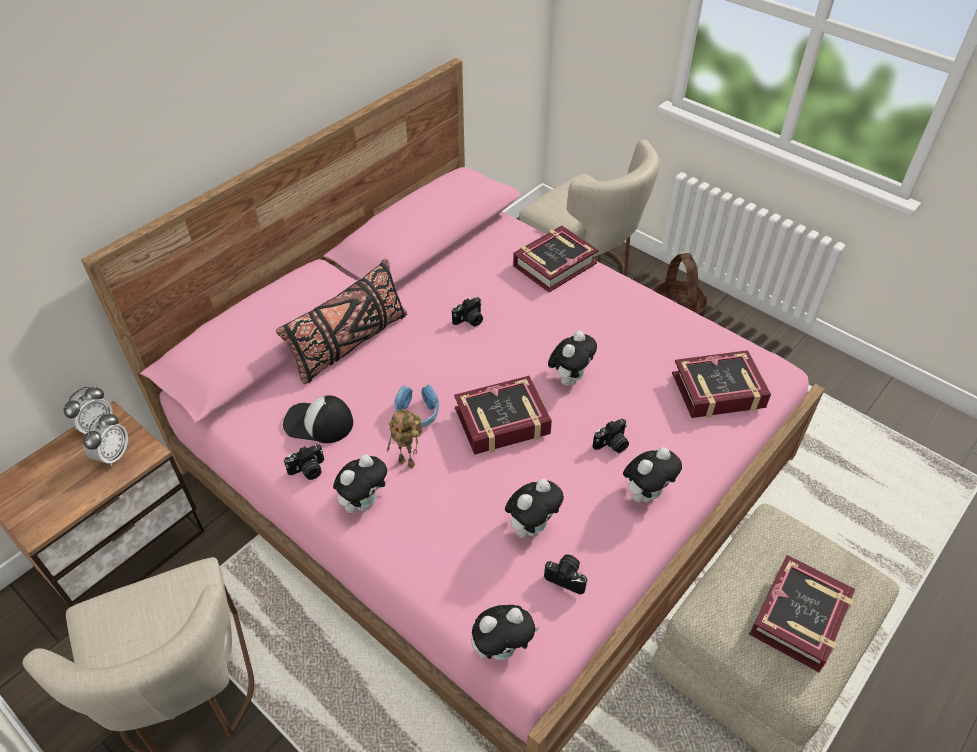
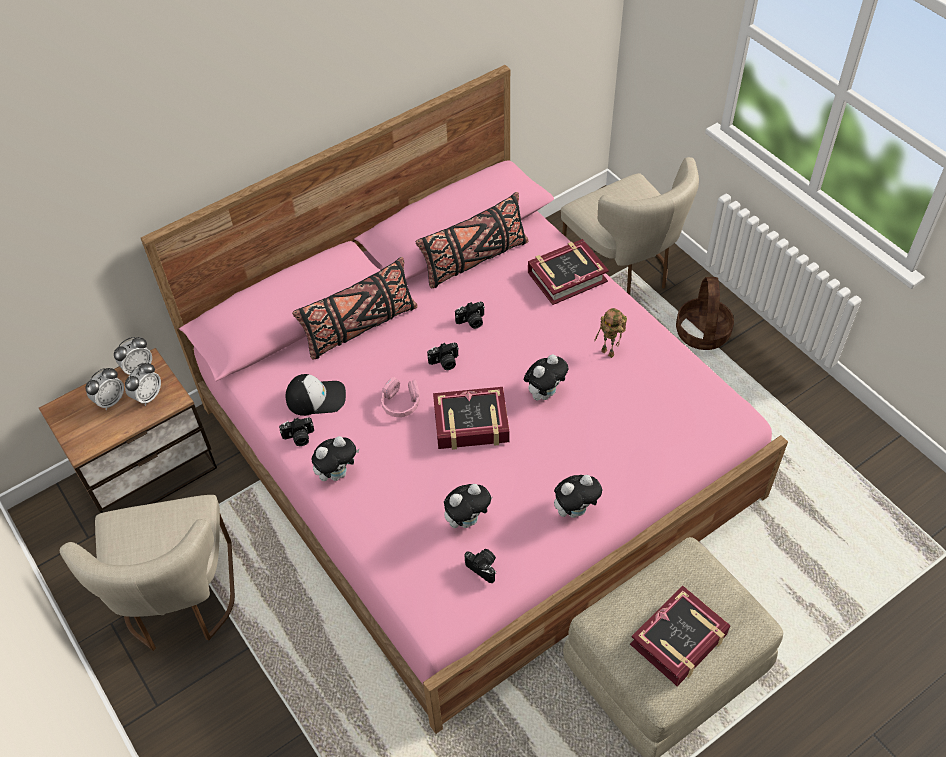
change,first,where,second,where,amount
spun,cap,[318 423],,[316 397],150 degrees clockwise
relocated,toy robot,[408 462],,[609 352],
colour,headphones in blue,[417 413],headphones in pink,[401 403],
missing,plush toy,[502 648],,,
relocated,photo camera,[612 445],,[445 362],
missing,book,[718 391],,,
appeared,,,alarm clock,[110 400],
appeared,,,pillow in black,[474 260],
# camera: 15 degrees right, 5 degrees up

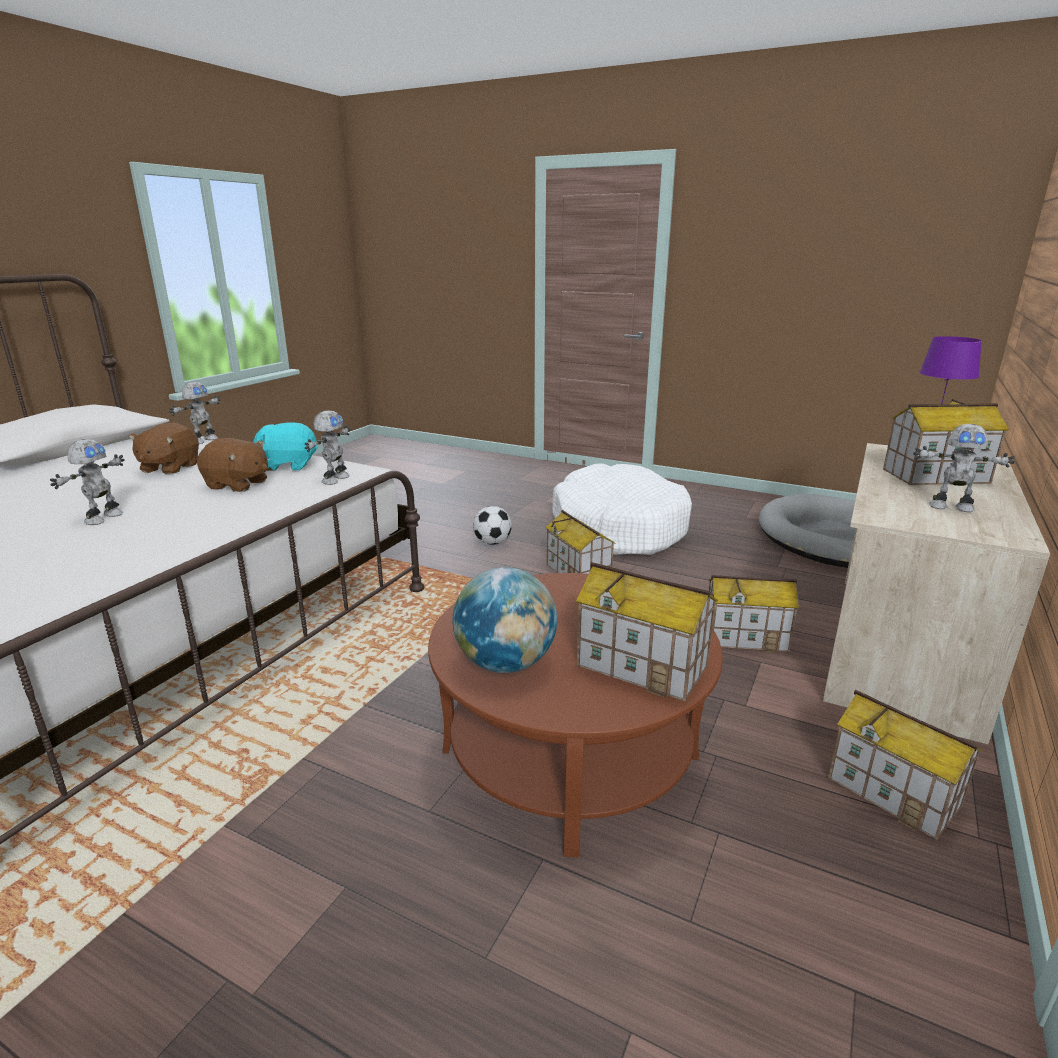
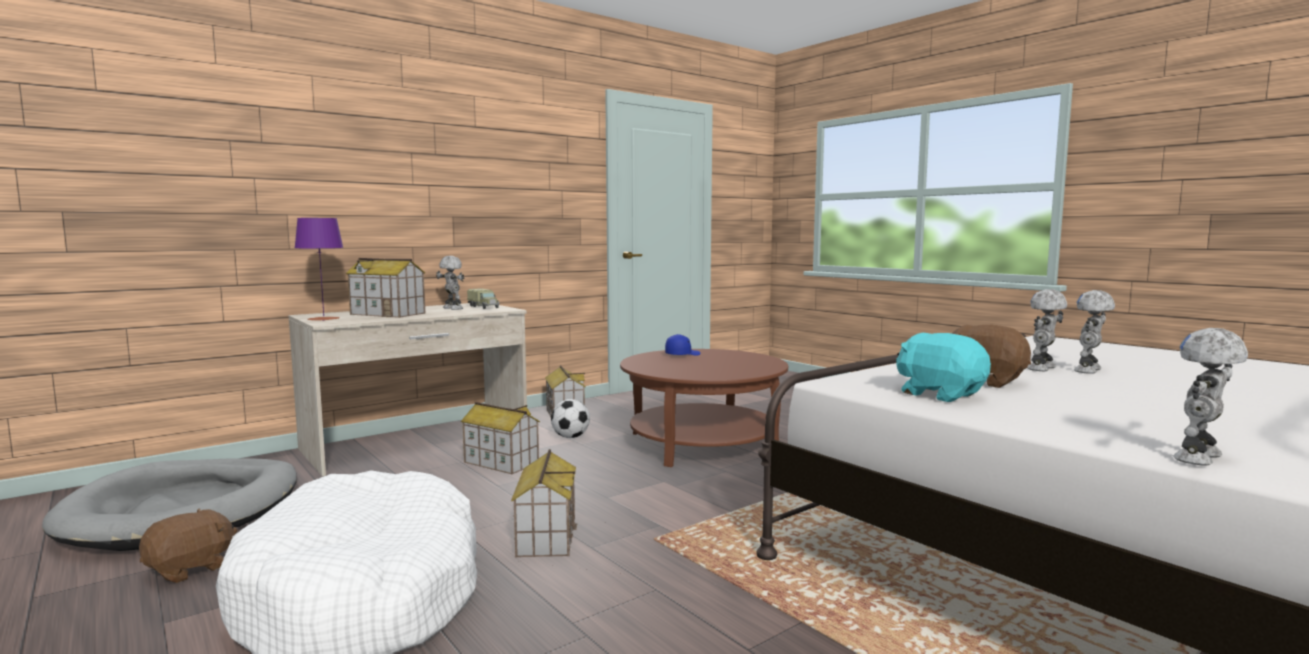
change,first,where,second,where,amount
relocated,plush toy in brown,[169 468],,[190 569],
spun,plush toy in turquoise,[288 465],,[940 394],150 degrees counterclockwise
relocated,toy robot,[334 479],,[1043 368],
missing,globe,[505 664],,,
relocated,football,[492 542],,[570 437],
exchanged,toy house,[643 666],cap in blue,[682 354],
appeared,,,toy truck,[484 307],
# camera: 155 degrees left, 15 degrees down

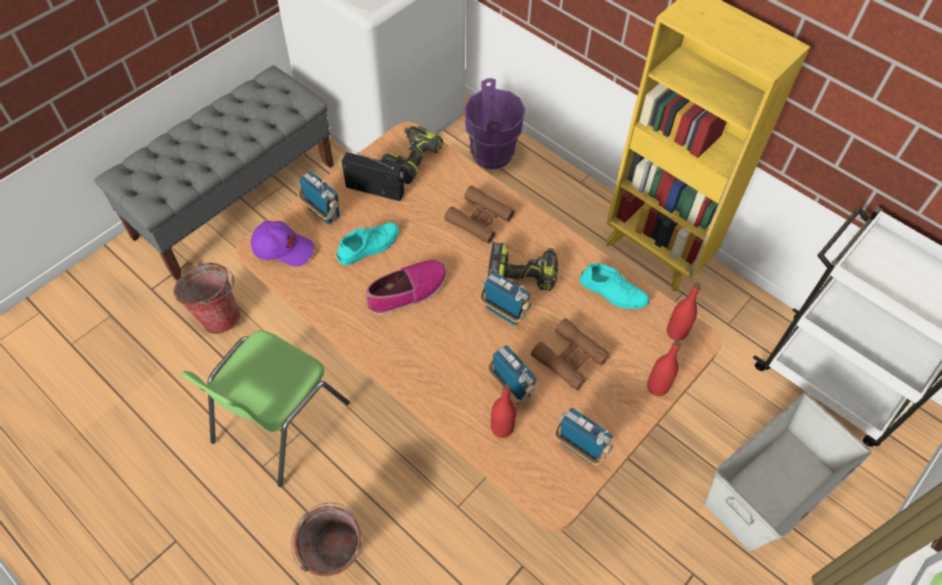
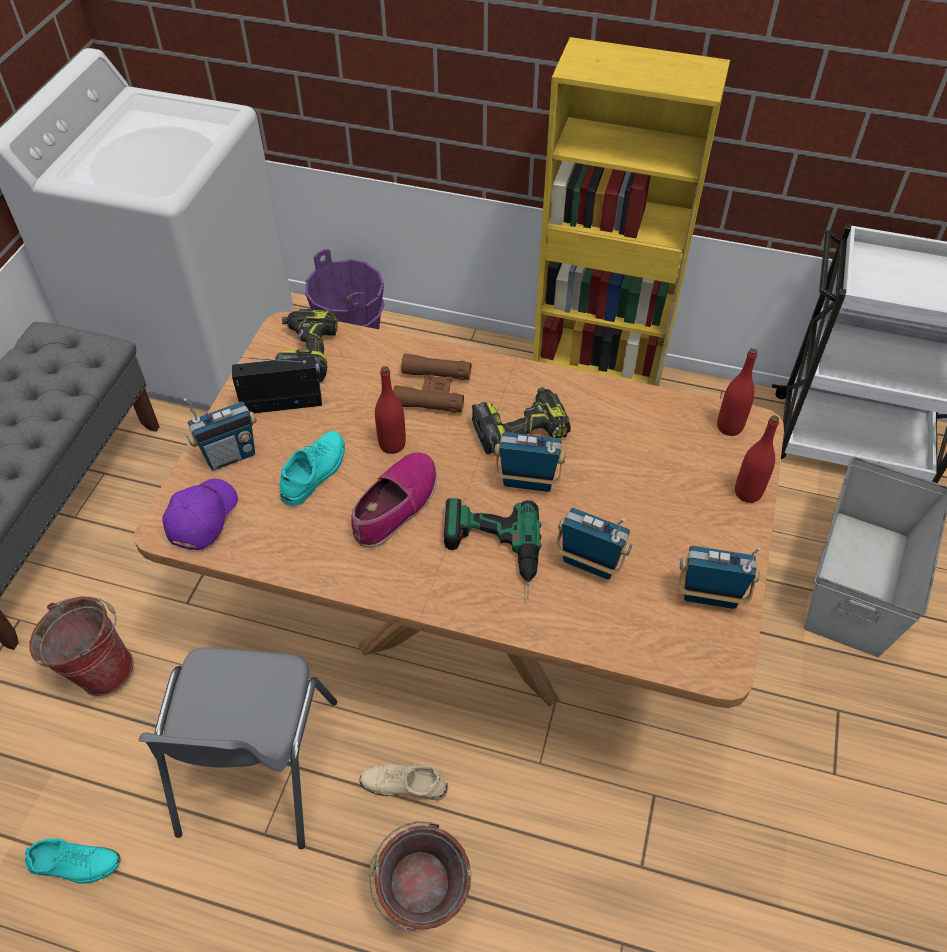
change,first,where,second,where,amount
colour,chair in green,[278 423],chair in grey,[255 769],
spun,cap in purple,[283 248],,[202 518],60 degrees counterclockwise
spun,radio,[323 213],,[230 455],135 degrees clockwise
relocated,bottle in red,[502 428],,[392 444],
missing,binoculars in brown,[569 358],,,
relocated,shoe in turquoise,[613 292],,[74 864],
appeared,,,shoe in beige,[404 784],
appeared,,,power drill,[492 555],
# camera: 25 degrees left, 5 degrees down

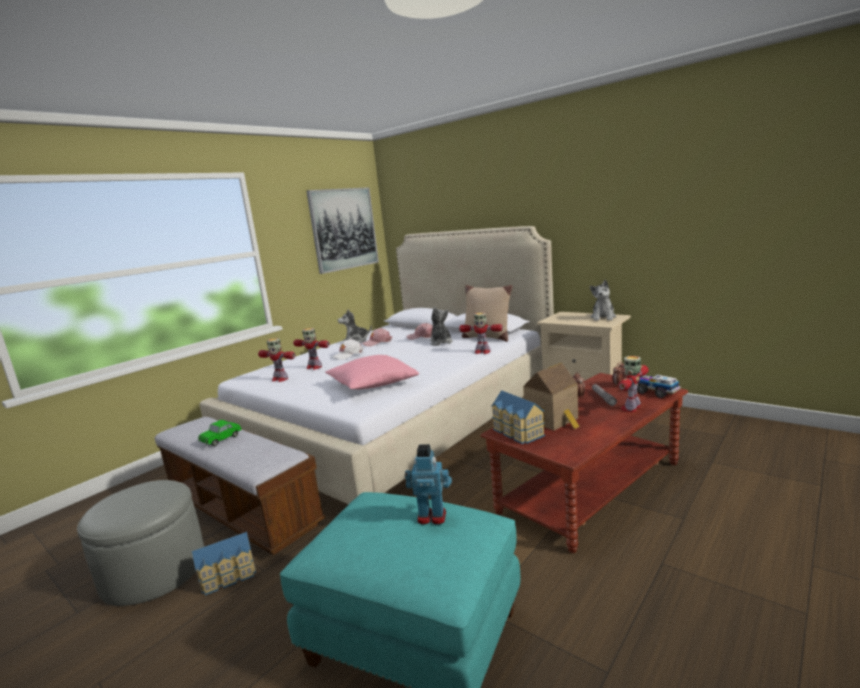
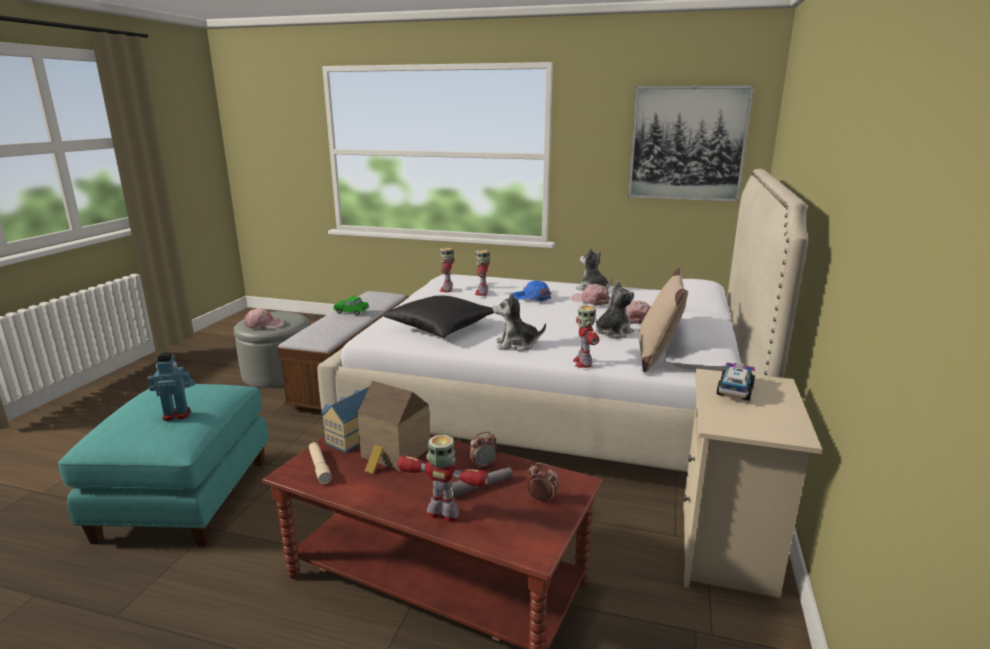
change,first,where,second,where,amount
missing,toy house,[229 577],,,
colour,pillow in pink,[372 384],pillow in black,[440 328],
colour,cap in white,[347 355],cap in blue,[532 297],
spun,toy robot,[432 516],,[177 415],90 degrees counterclockwise
relocated,plush toy,[603 317],,[516 345],
relocated,toy truck,[654 392],,[735 390],
appeared,,,cap in pink,[264 324],
appeared,,,flashlight in beige,[319 467],
# camera: 65 degrees right, 5 degrees up

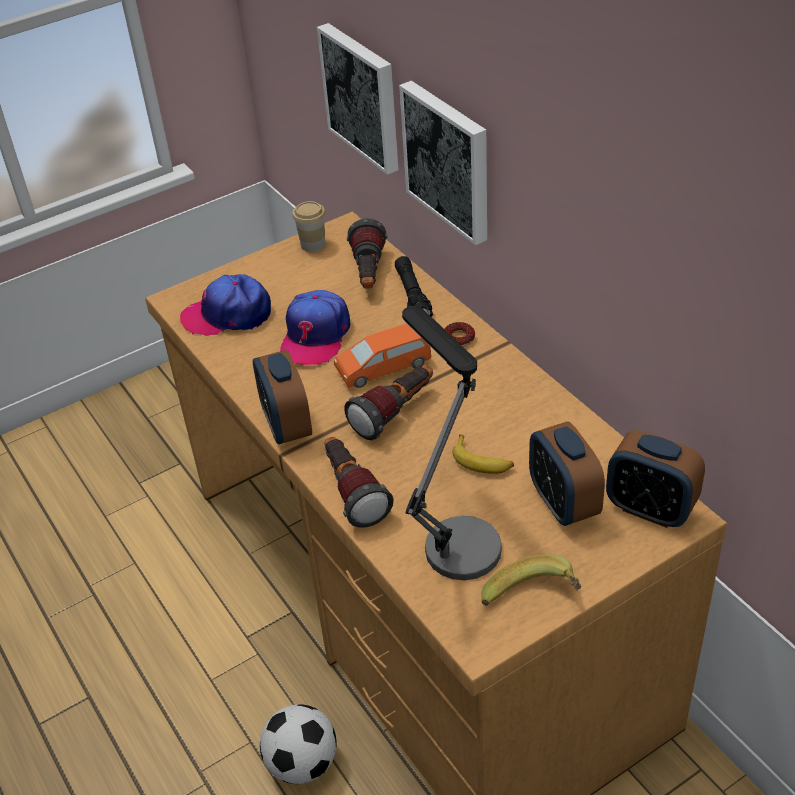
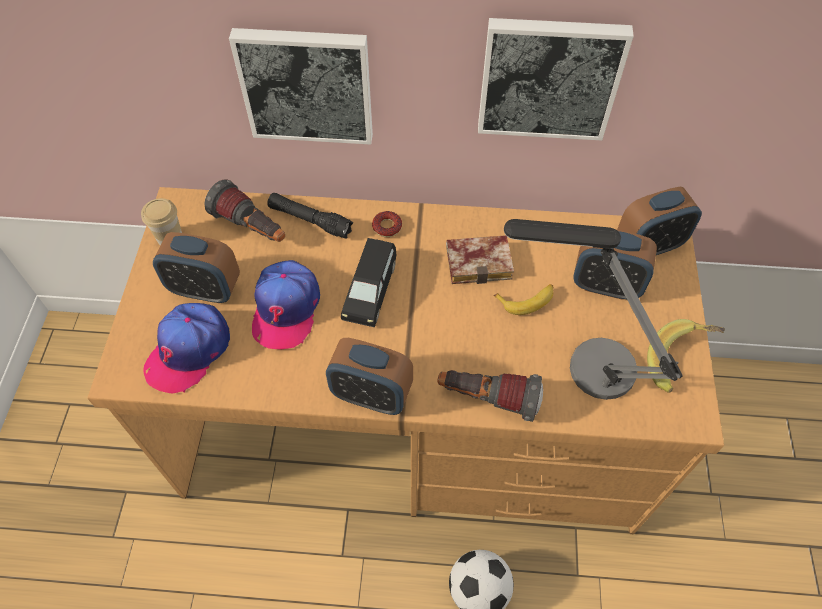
change,first,where,second,where,amount
spun,cap,[315 336],,[286 309],45 degrees clockwise
relocated,picture,[363 96],,[549 77],
colour,toy car in orange,[383 367],toy car in black,[370 290],
missing,flashlight,[395 413],,,
appeared,,,alarm clock,[205 289],
appeared,,,book,[481 262],
# camera: 55 degrees left, 15 degrees up

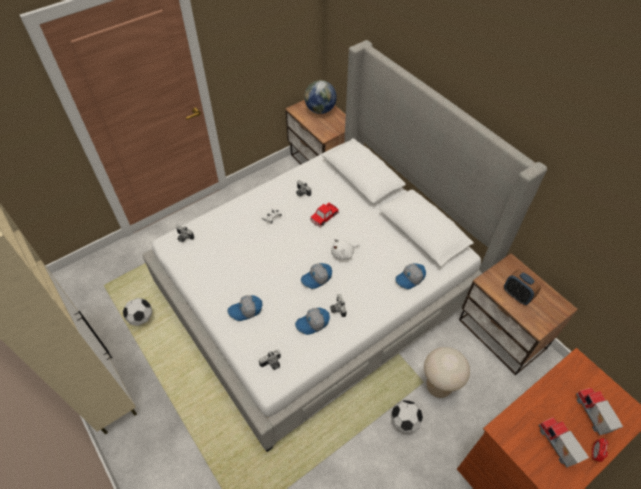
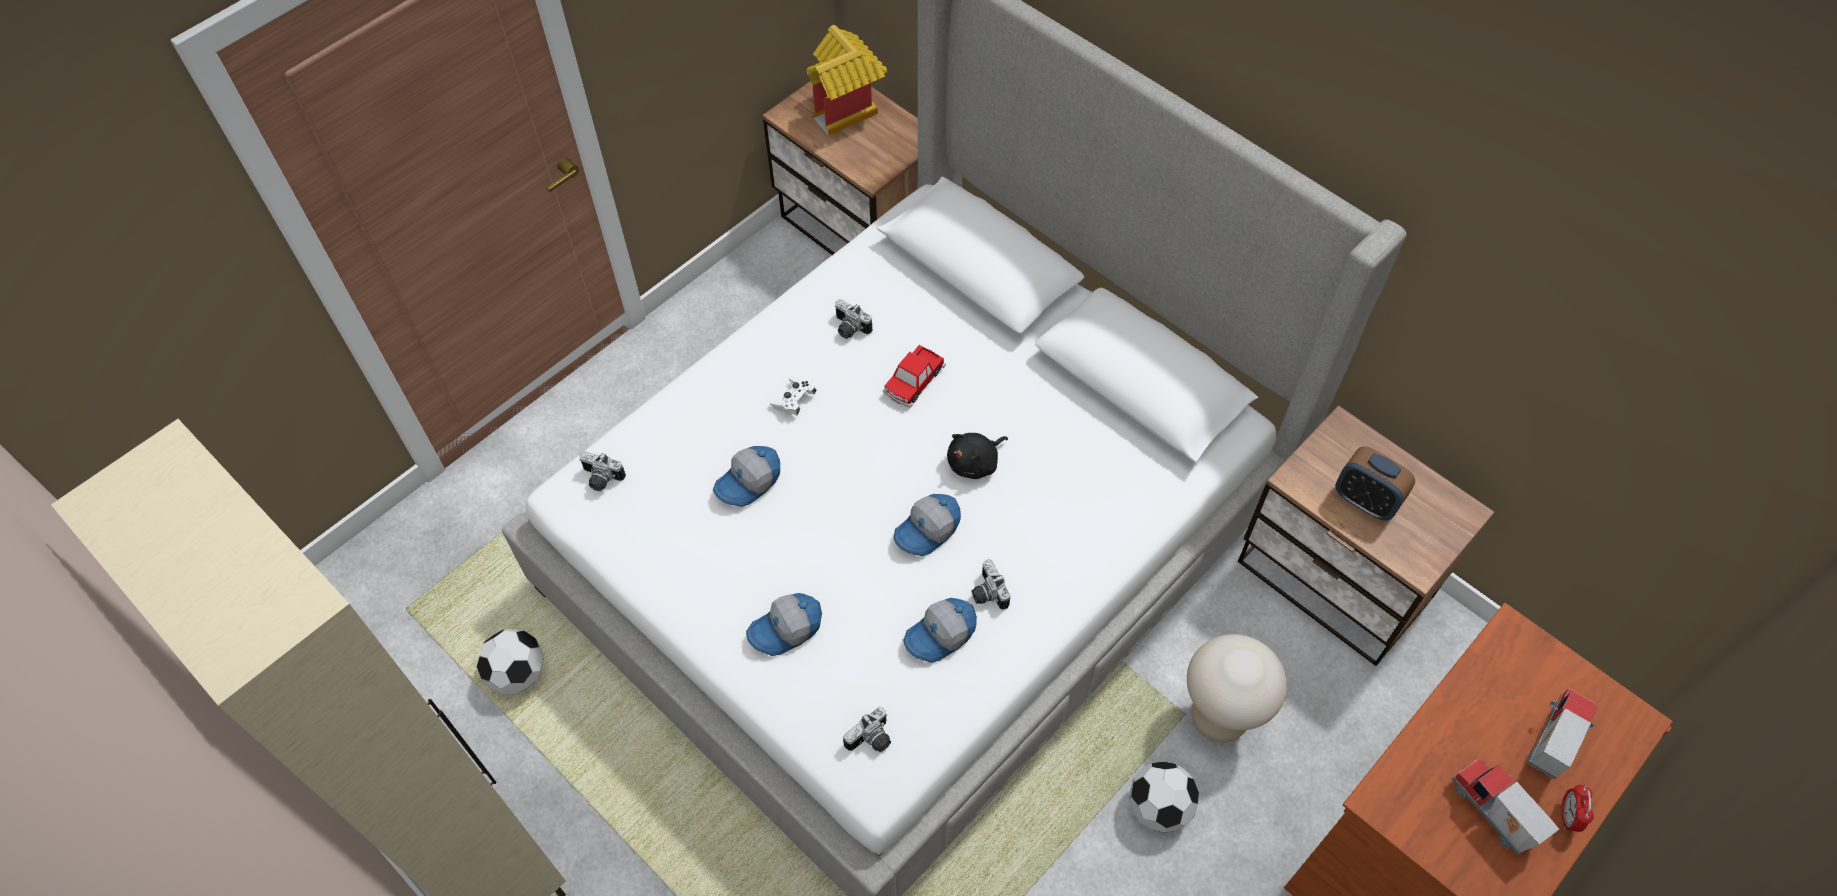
change,first,where,second,where,amount
exchanged,globe,[320 110],toy house,[847 110],
colour,plush toy in white,[343 254],plush toy in black,[975 463],
relocated,cap,[410 279],,[749 482],
spun,toy truck,[591 415],,[1551 740],60 degrees clockwise
# camera: 10 degrees left, 5 degrees up

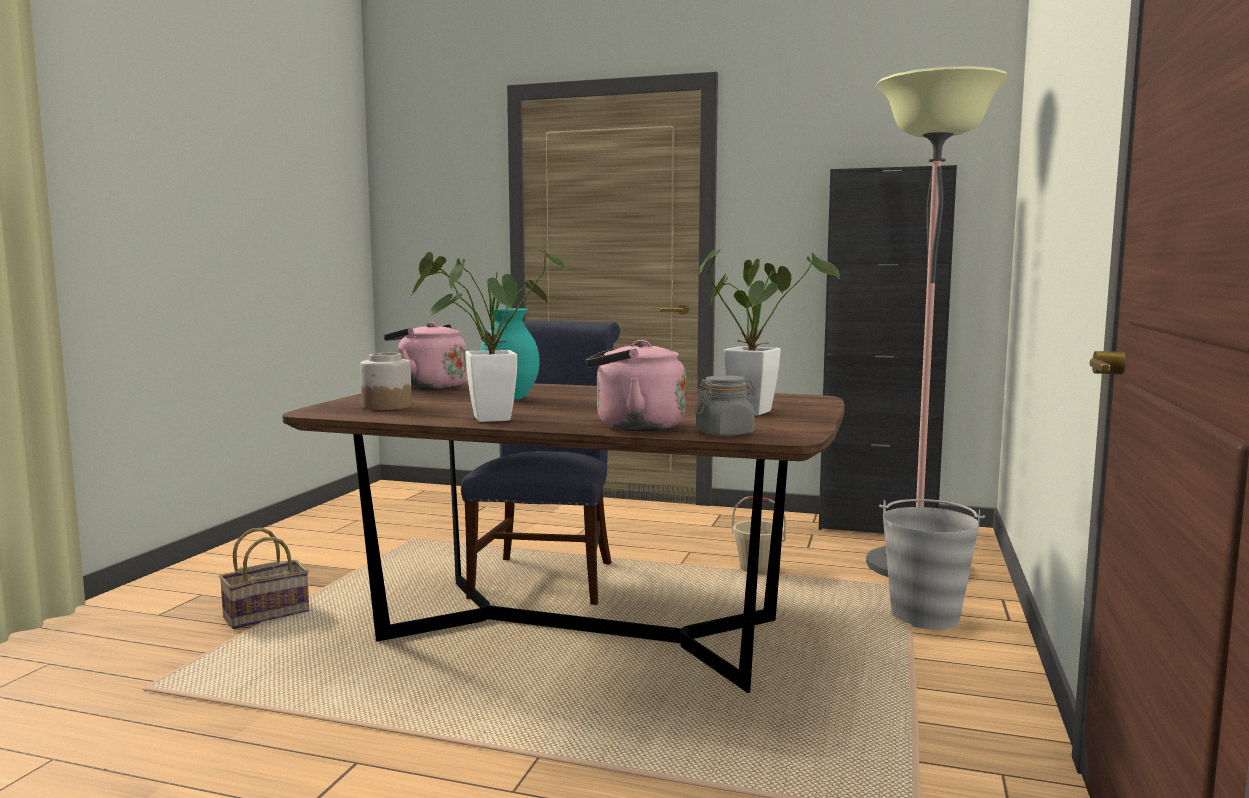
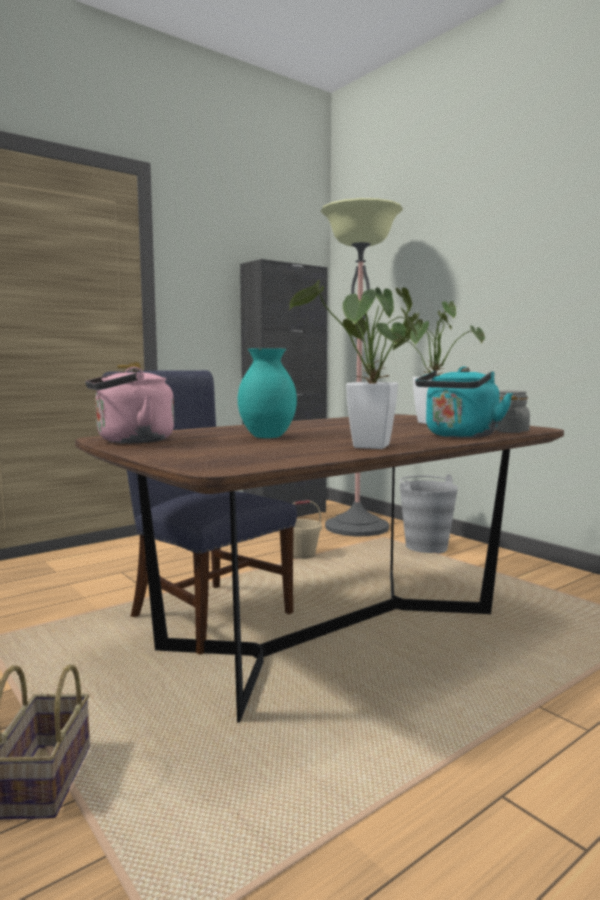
change,first,where,second,where,amount
missing,jar,[386 406],,,
colour,kettle in pink,[634 426],kettle in turquoise,[459 436],
# camera: 55 degrees left, 0 degrees up

